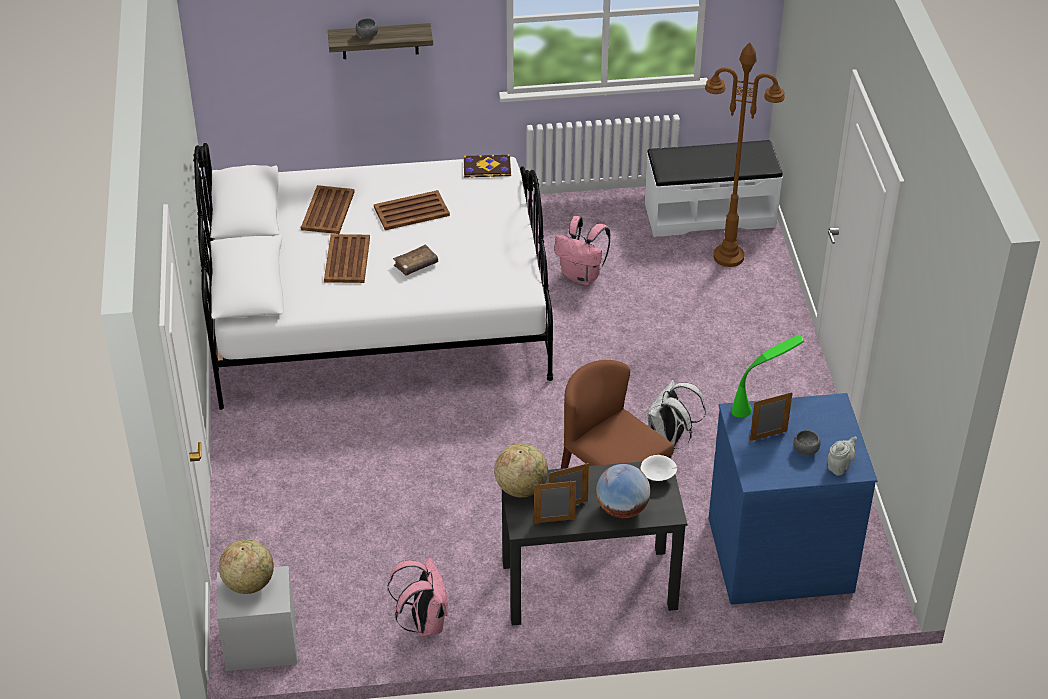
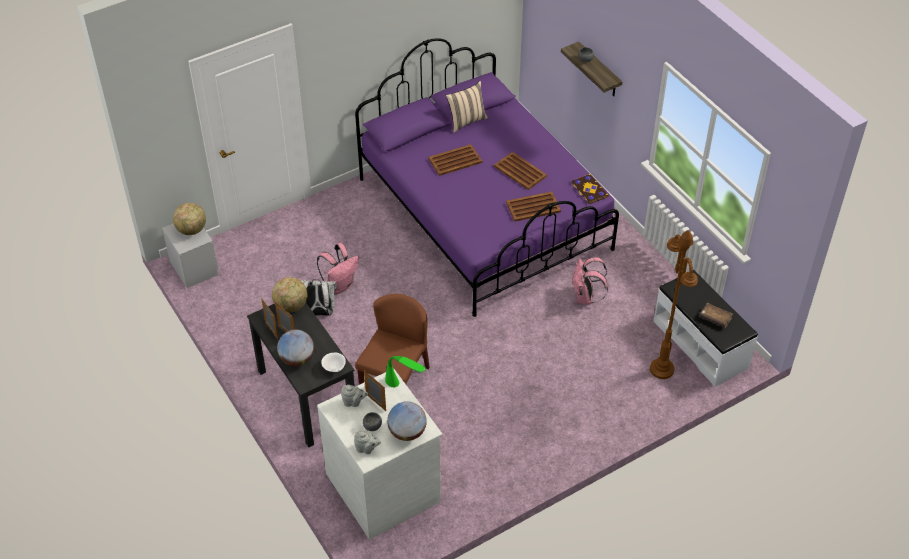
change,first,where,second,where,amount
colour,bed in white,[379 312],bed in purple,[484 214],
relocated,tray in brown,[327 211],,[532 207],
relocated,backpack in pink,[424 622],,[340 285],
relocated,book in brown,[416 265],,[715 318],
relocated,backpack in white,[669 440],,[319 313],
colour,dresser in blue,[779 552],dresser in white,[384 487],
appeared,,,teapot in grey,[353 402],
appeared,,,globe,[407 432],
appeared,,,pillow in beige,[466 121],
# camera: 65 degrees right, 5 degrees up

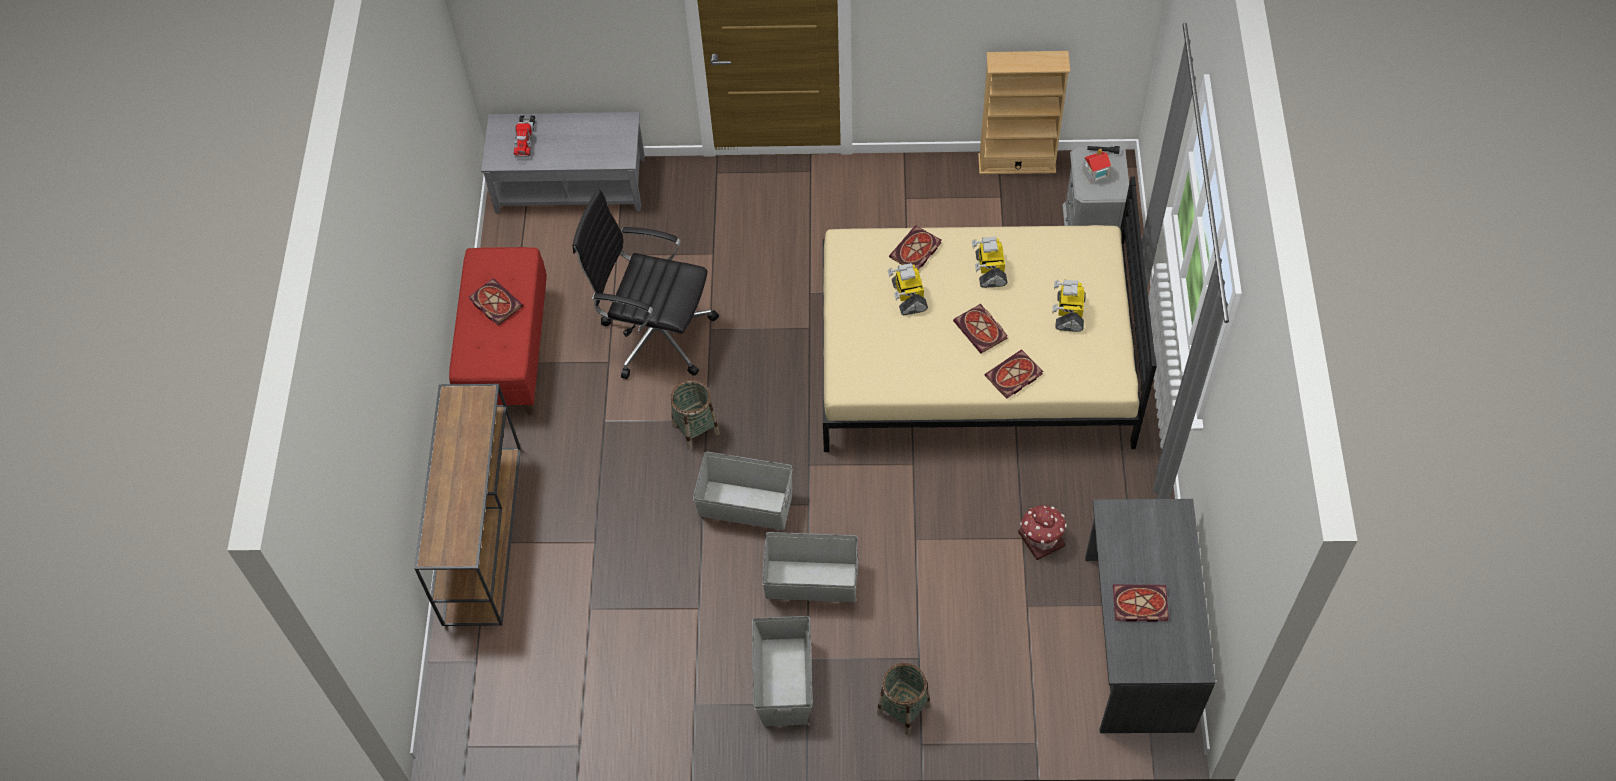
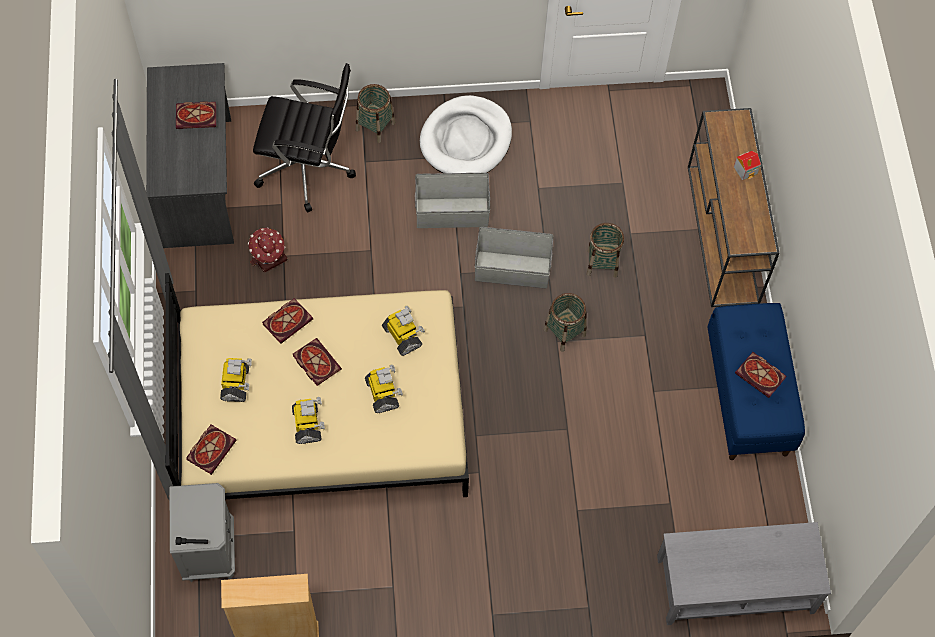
change,first,where,second,where,amount
colour,bench in red,[506 351],bench in blue,[748 396],
missing,toy truck,[525 138],,,
relocated,office chair in black,[655 334],,[308 169],
exchanged,storage box in grey,[783 682],dog bed in white,[466 140],
relocated,book,[915 251],,[211 448],
relocated,toy house,[1095 174],,[746 170],
appeared,,,toy robot,[403 336],
appeared,,,basket,[602 263],
# camera: 170 degrees right, 5 degrees up

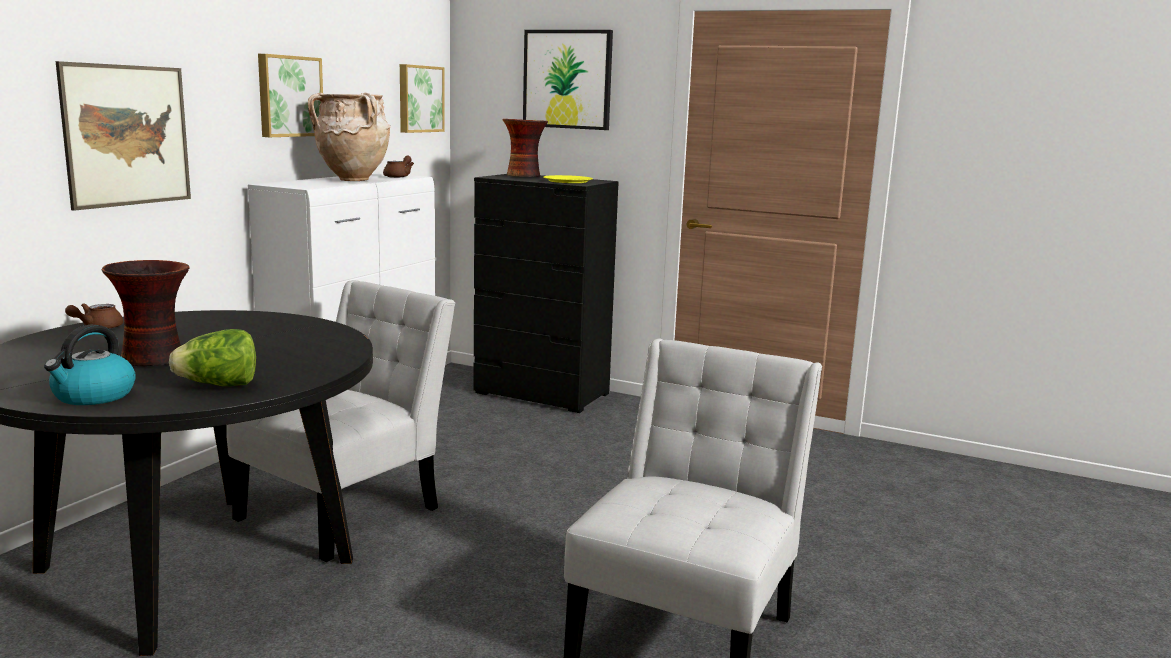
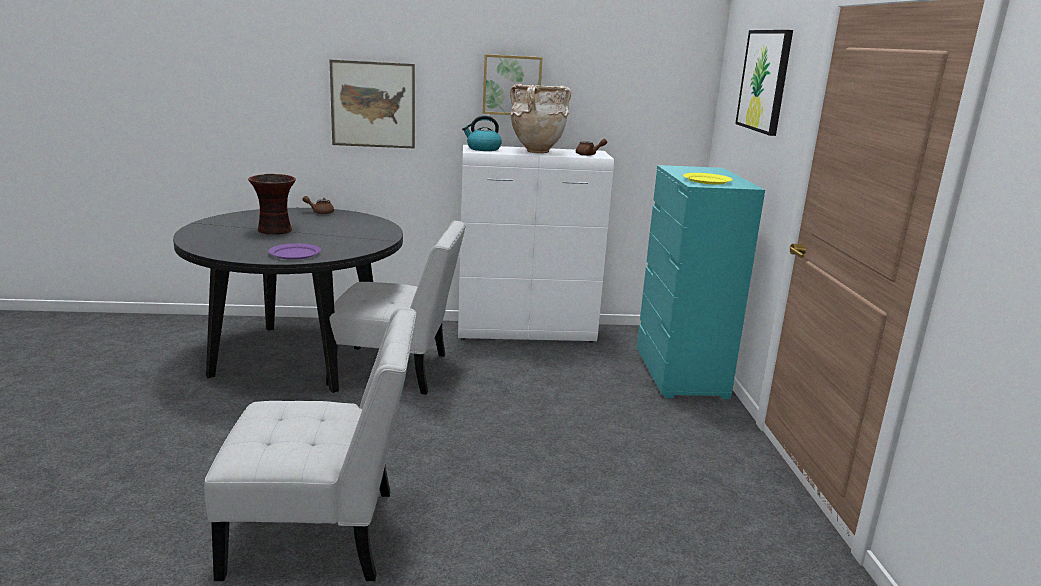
change,first,where,second,where,amount
relocated,kettle,[93 396],,[483 149],
missing,lettuce,[219 385],,,
missing,picture,[419 99],,,
colour,dresser in black,[542 394],dresser in turquoise,[680 373],
missing,vase,[524 176],,,
appeared,,,plate in purple,[295 253],
# camera: 60 degrees right, 5 degrees up

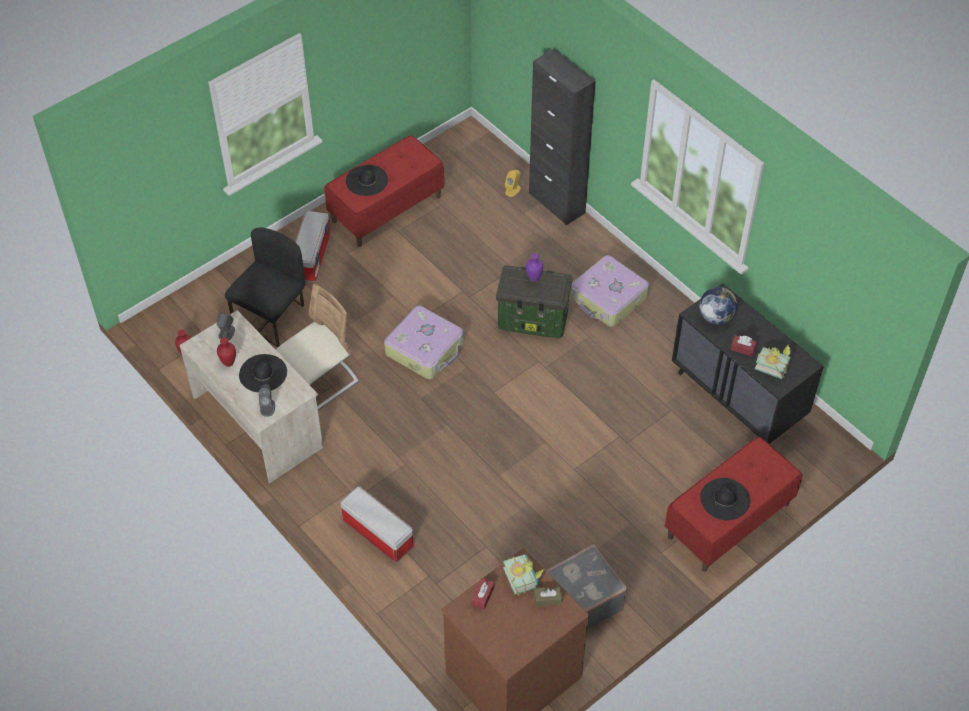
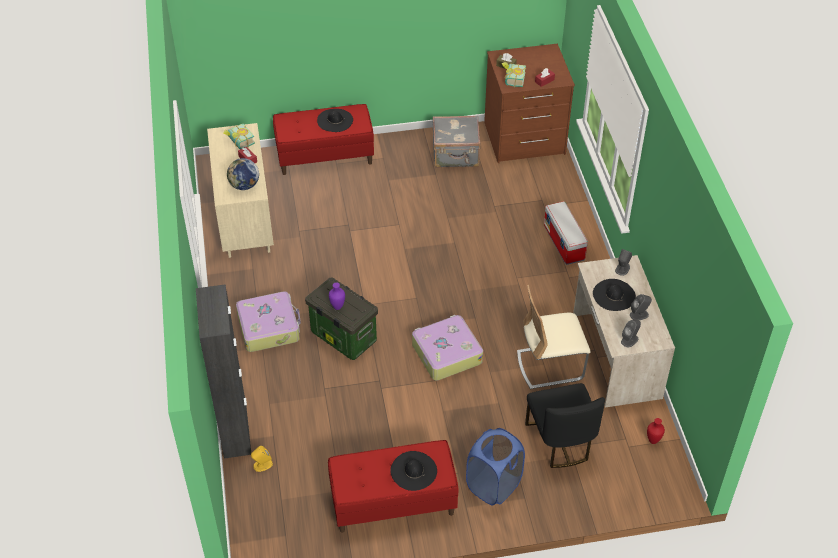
change,first,where,second,where,amount
exchanged,vase in red,[228 363],speaker in grey,[639 314],
spun,chair in black,[272 316],,[560 441],75 degrees counterclockwise
exchanged,storage box,[311 256],laundry basket in blue,[493 485],
colour,dresser in black,[738 397],dresser in beige,[245 219],
# camera: 150 degrees left, 5 degrees down

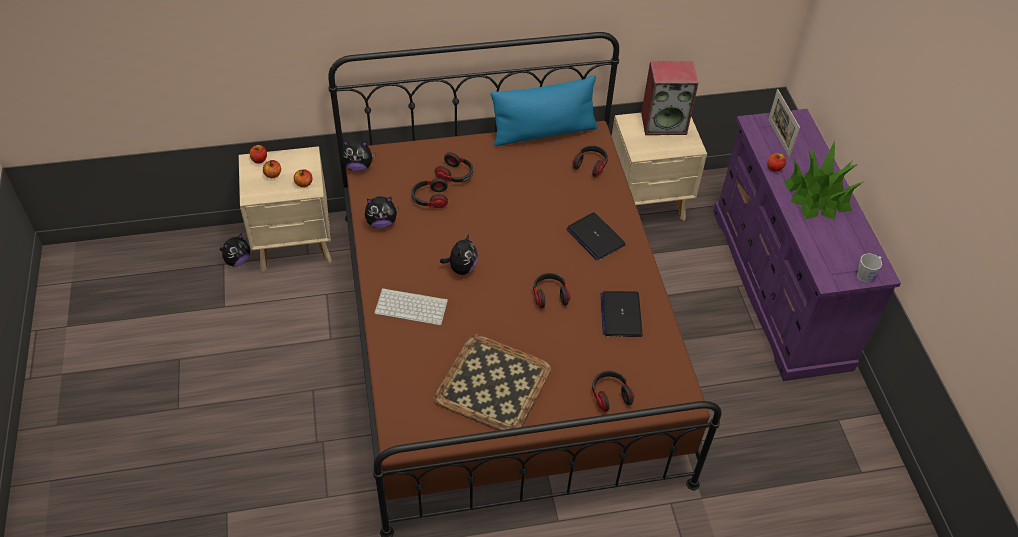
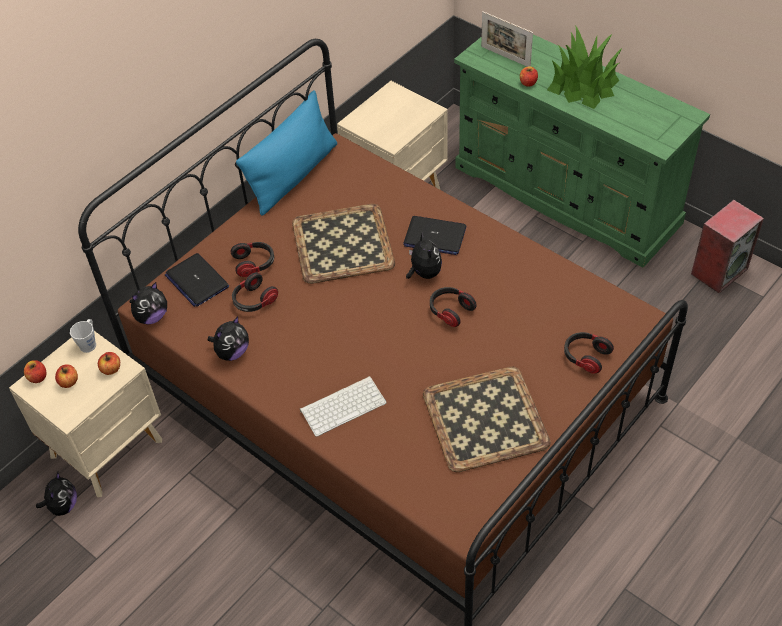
change,first,where,second,where,amount
relocated,plush toy,[461 268],,[424 273],
missing,headphones,[590 165],,,
relocated,laptop,[621 314],,[196 281],
relocated,speaker,[664 123],,[719 270],
colour,dresser in purple,[780 287],dresser in green,[567 195],
relocated,mug in grey,[866 275],,[89 343],
appeared,,,tray,[341 243],
# camera: 35 degrees left, 0 degrees up

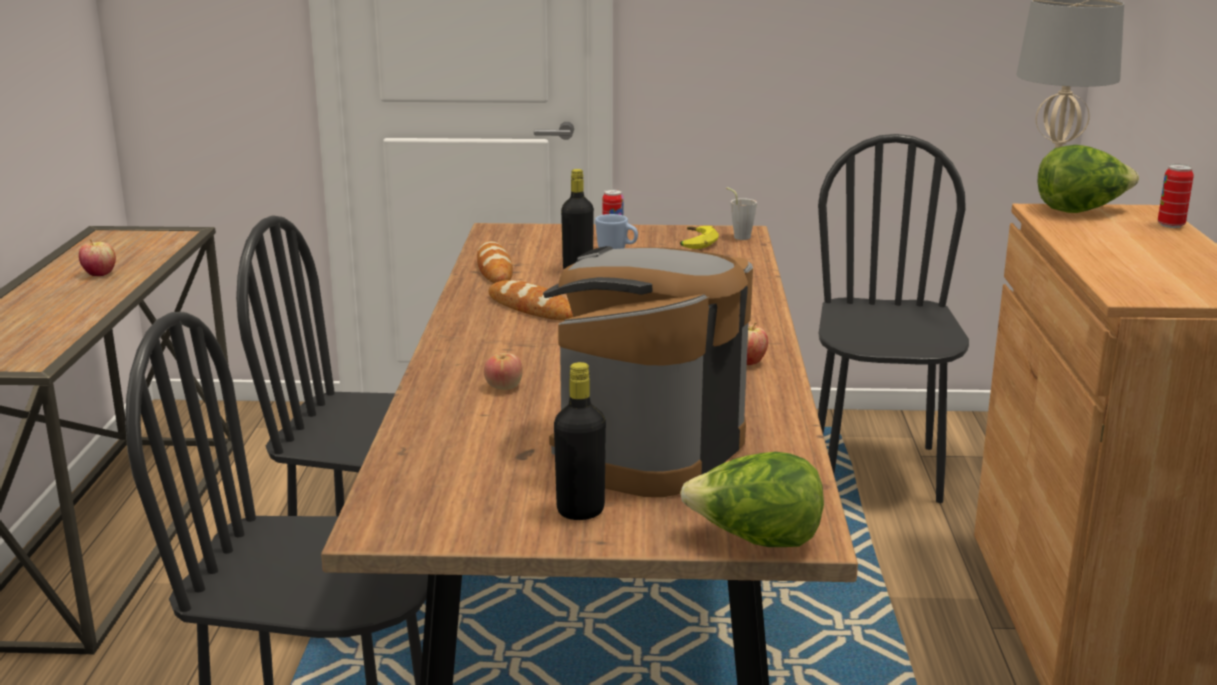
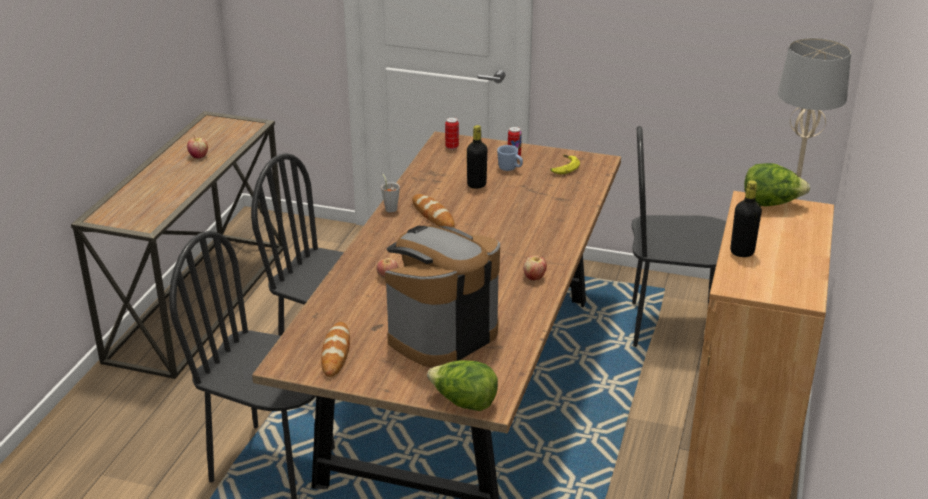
change,first,where,second,where,amount
relocated,bread,[494 269],,[336 352],
relocated,bottle in black,[580 511],,[742 252],
relocated,cup in grey,[739 236],,[390 208],
spun,chair in black,[878 471],,[673 326],105 degrees counterclockwise
relocated,can,[1171 225],,[452 147],
# camera: 15 degrees right, 10 degrees up

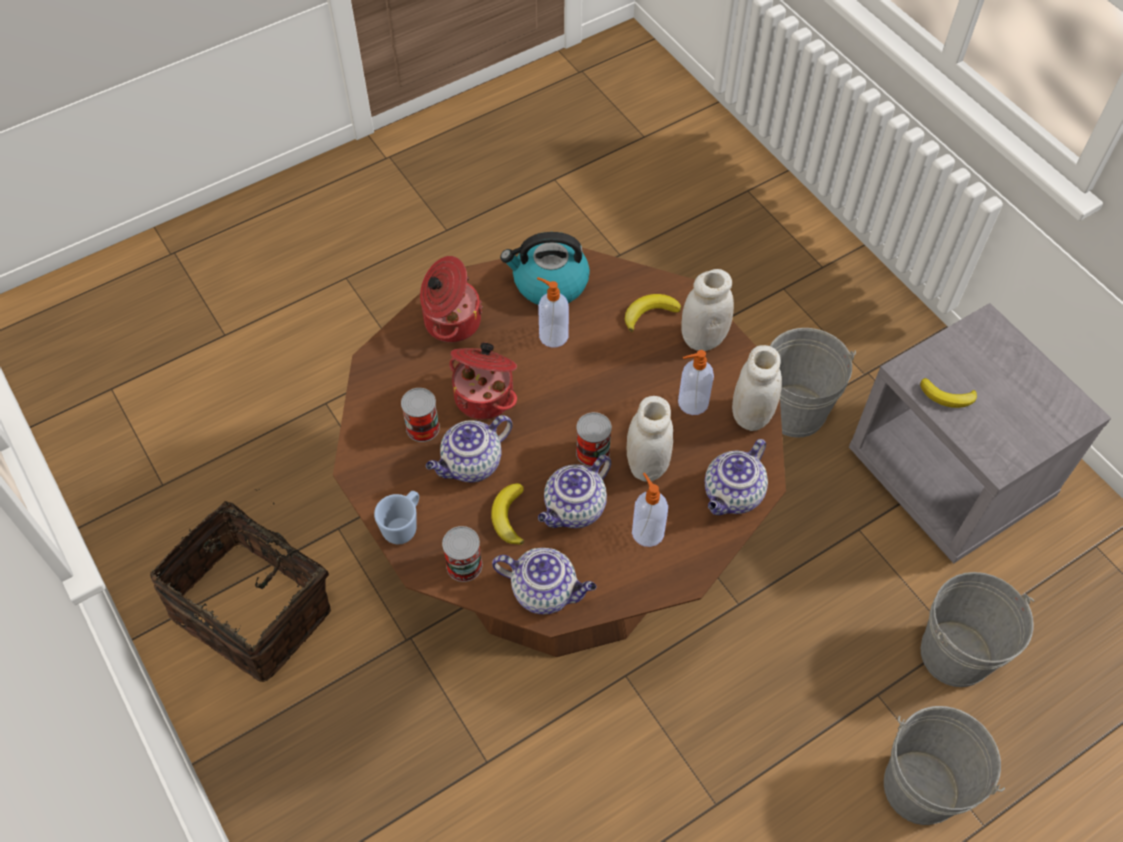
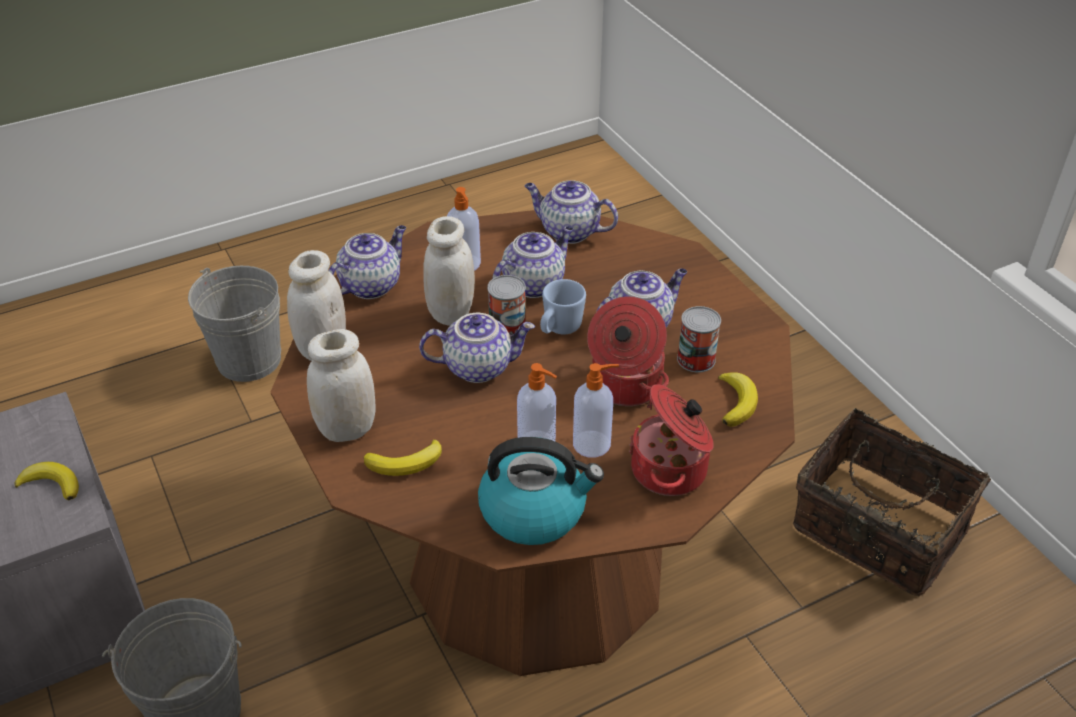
change,first,where,second,where,amount
relocated,mug in blue,[403 525],,[559 329],
missing,can,[464 565],,,
relocated,banana,[509 516],,[736 402],
relocated,soap dispenser,[691 403],,[593 444],
missing,bucket in grey,[954 654],,,
appeared,,,teapot,[478 366],
# camera: 175 degrees left, 15 degrees down

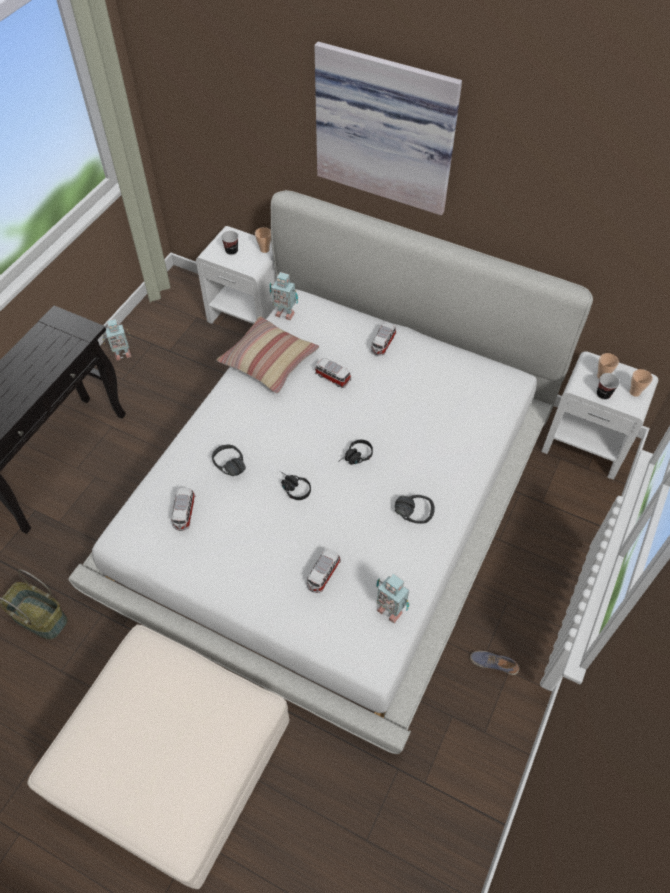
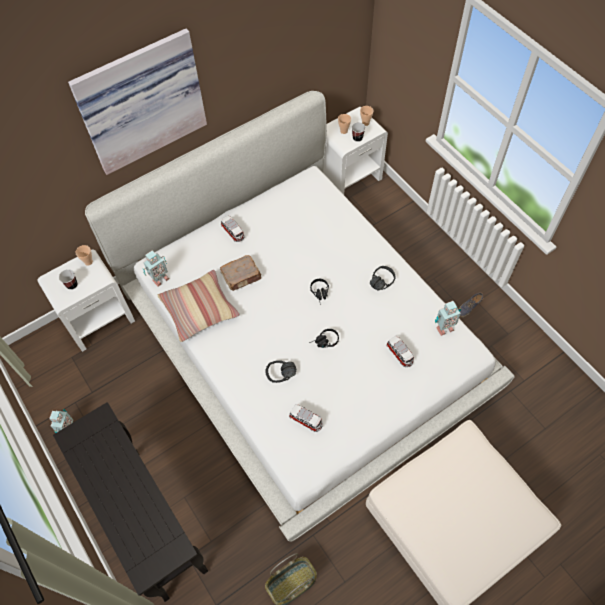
change,first,where,second,where,amount
exchanged,toy car,[332 377],book in brown,[242 276],
# camera: 60 degrees left, 5 degrees up

